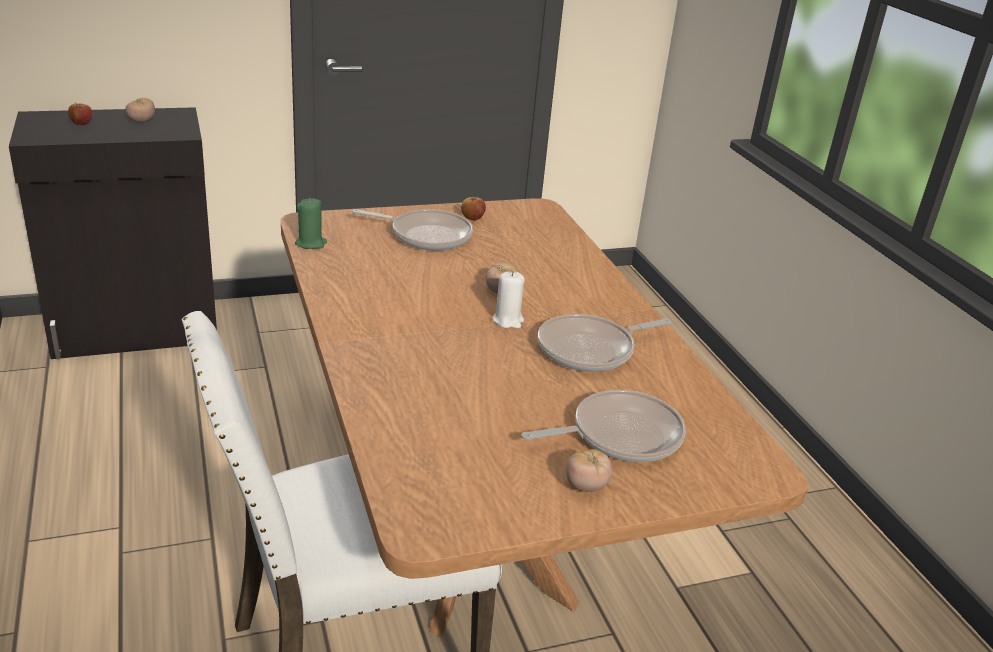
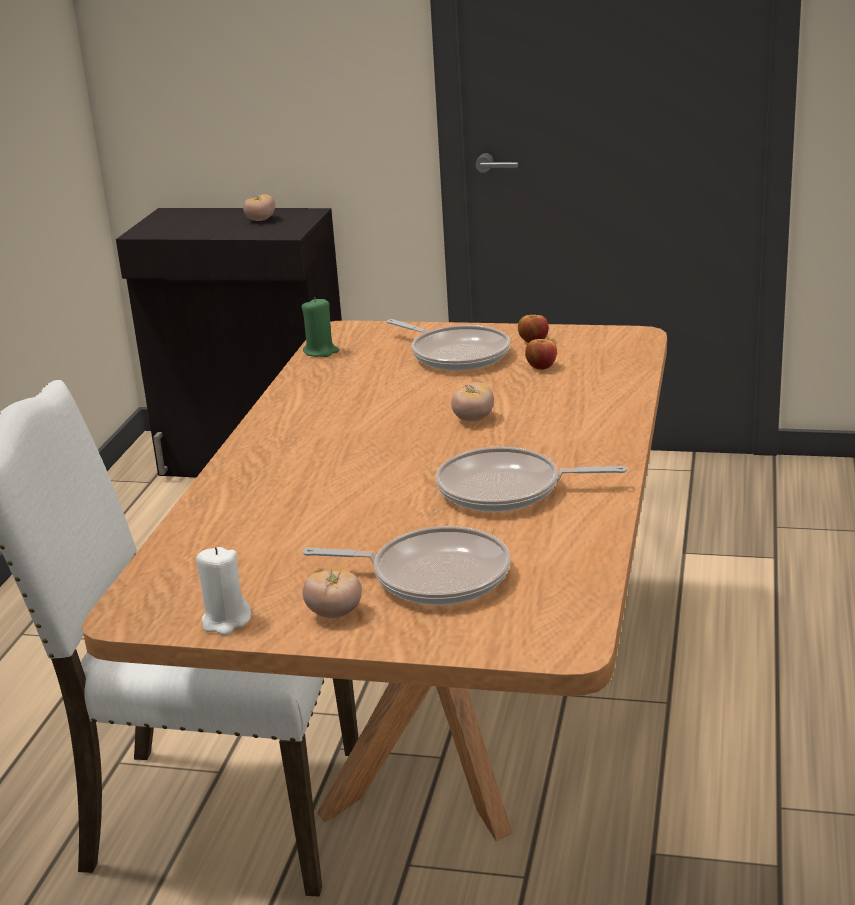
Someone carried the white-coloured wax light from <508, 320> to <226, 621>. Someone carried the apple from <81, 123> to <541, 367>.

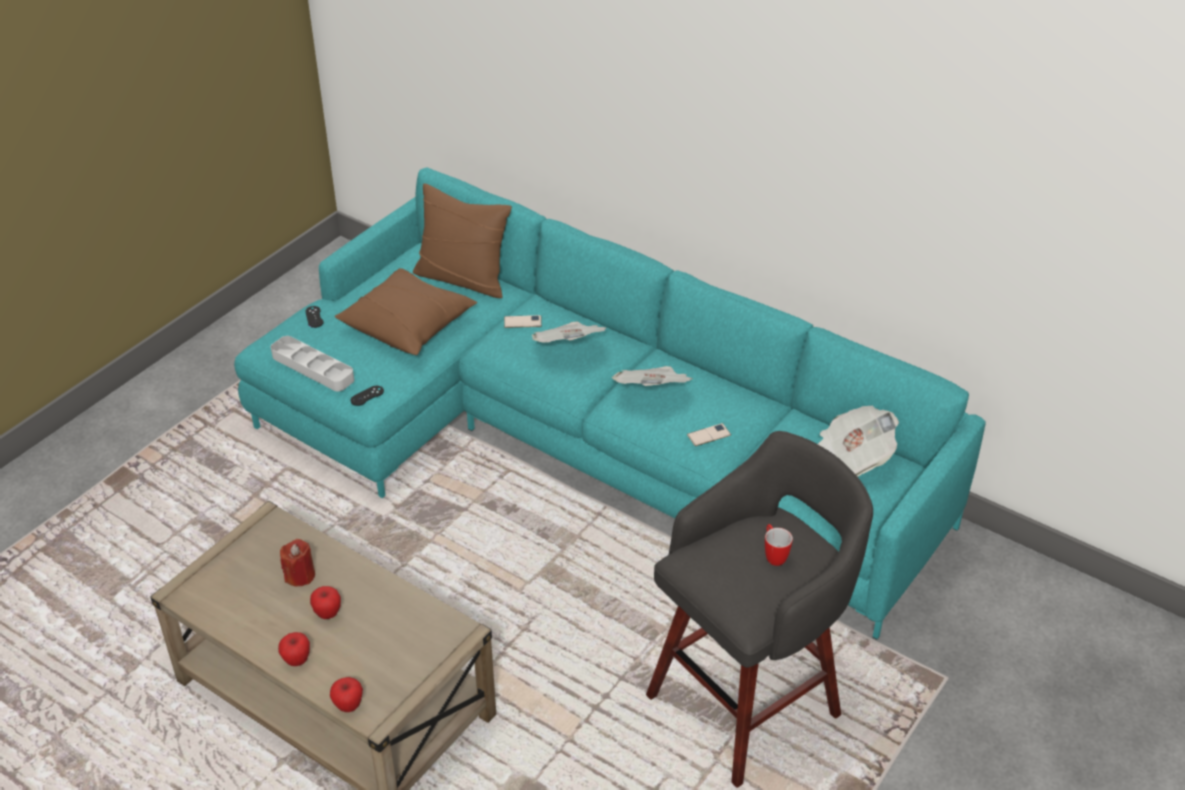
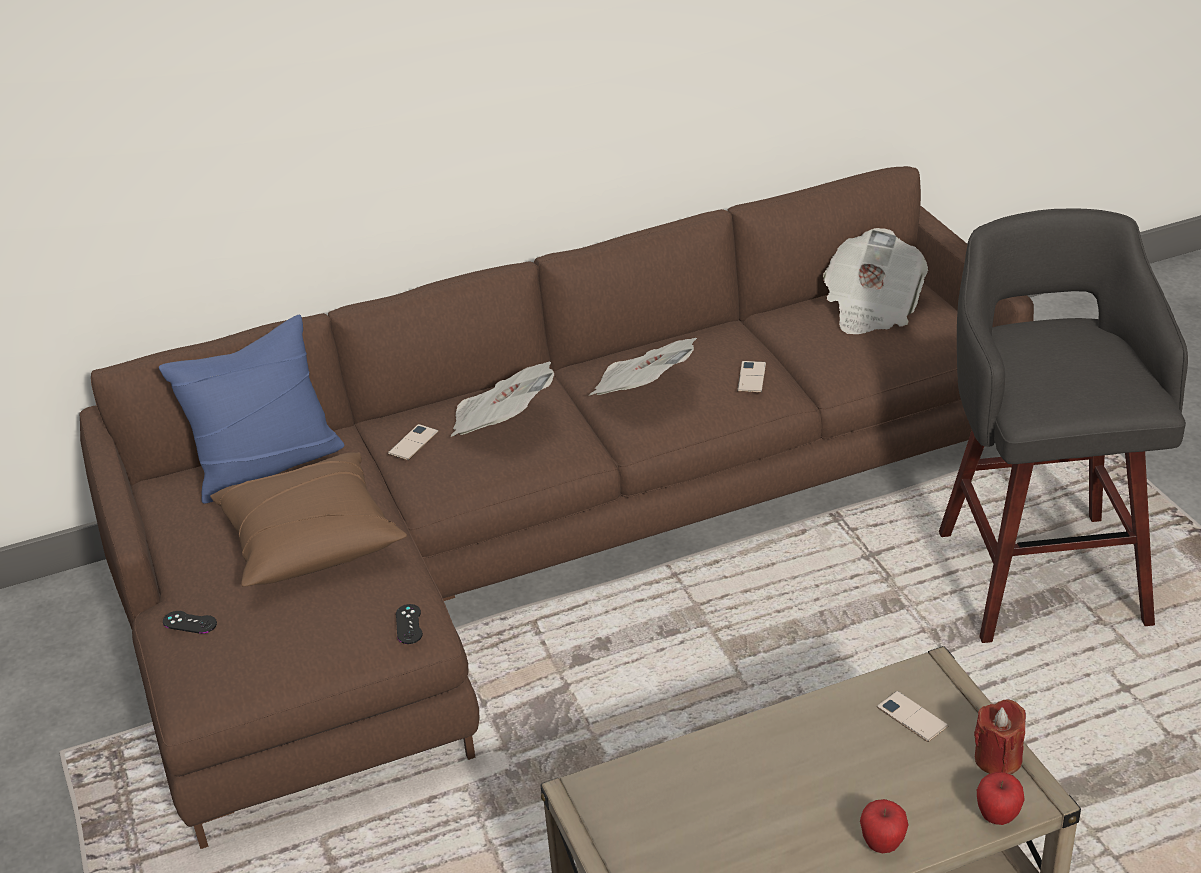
Someone repainted the turquoise-coloured couch at <582, 442>, which became the brown-coloured couch at <542, 544>. Someone repainted the brown-coloured pillow at <463, 279>, which became the blue pillow at <267, 465>. Someone put down the phone at <912, 717>. Someone carried the red-coloured wax light from <300, 575> to <998, 758>. Someone took away the greyish carrying tray at <313, 368>. Someone took away the apple at <327, 613>. Someone took away the tea mug at <773, 555>.

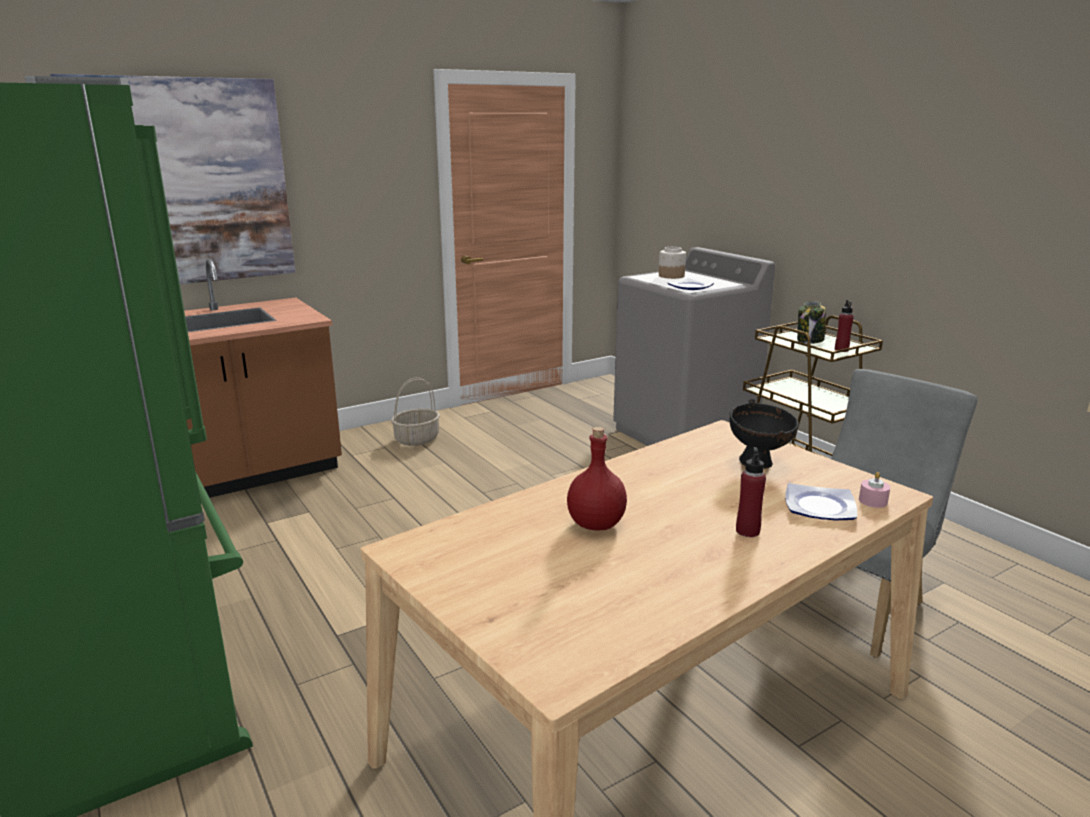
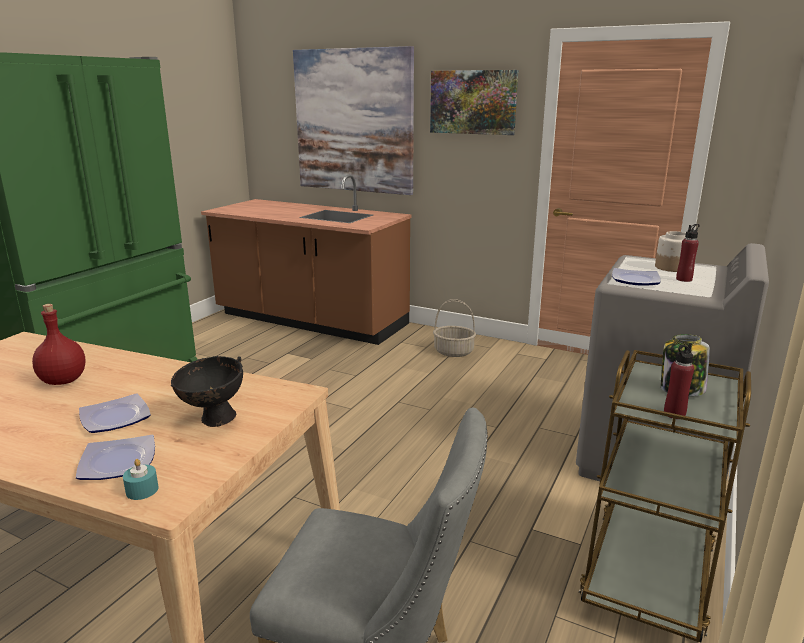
Someone put down the plate at <116, 417>. Someone repainted the pink wax light at <873, 501>, which became the turquoise-coloured wax light at <142, 490>. Someone put up the picture at <473, 102>. Someone carried the red-coloured bottle from <747, 531> to <684, 279>.

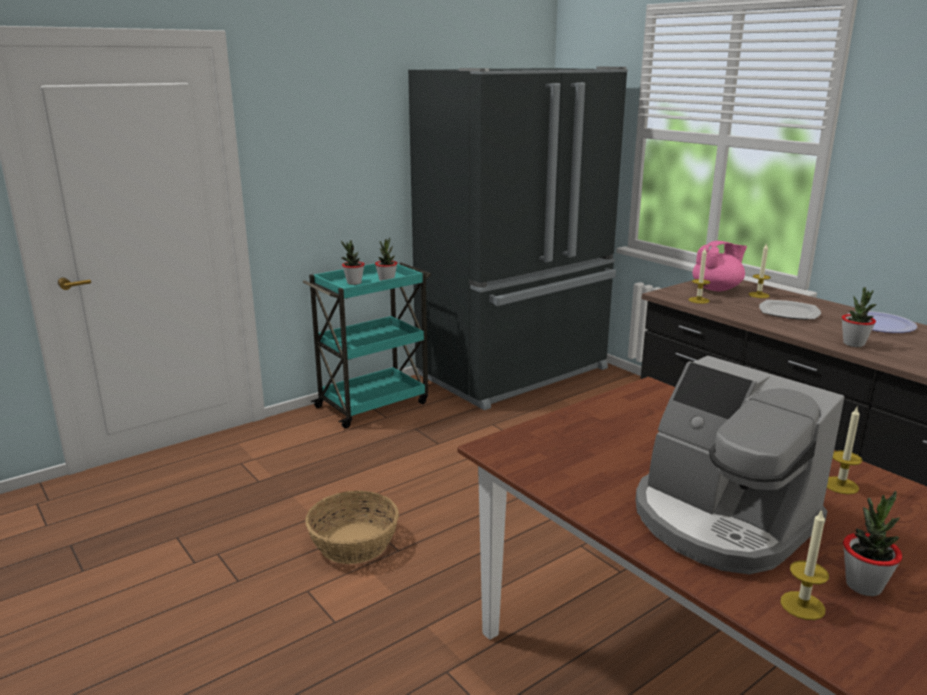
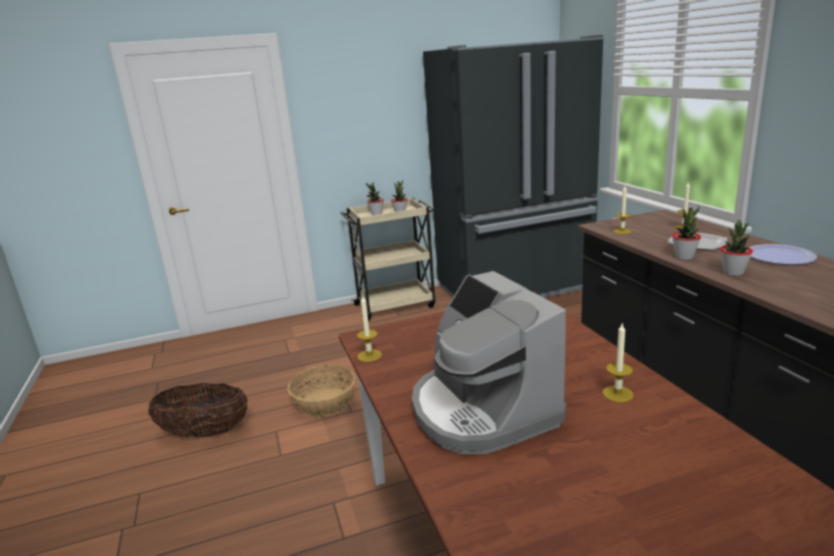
Someone put down the basket at <205, 433>. Someone repainted the turquoise-coloured wheeled cart at <374, 404>, which became the beige wheeled cart at <396, 305>. Someone carried the wax light from <802, 605> to <369, 355>. Someone carried the potted plant from <863, 585> to <684, 257>. Someone took away the pink teapot at <717, 289>.

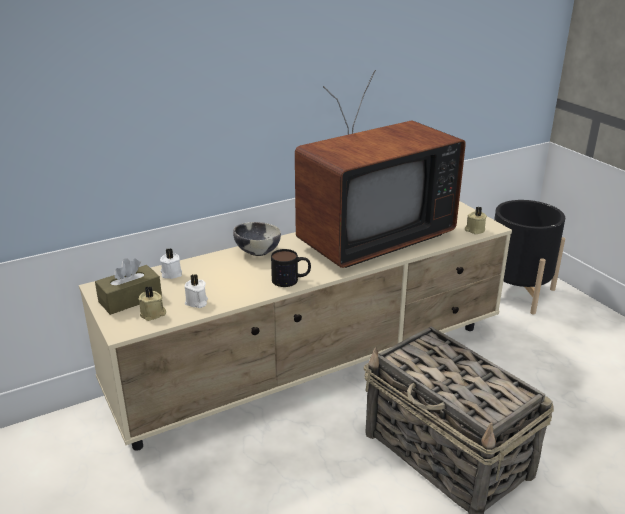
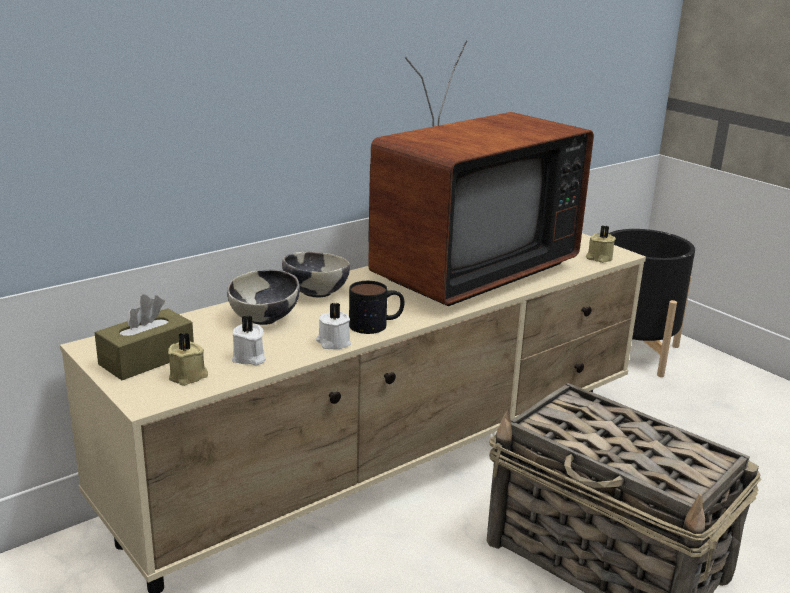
Someone put down the bowl at <265, 319>. Someone carried the white-coloured wax light from <171, 273> to <333, 343>.

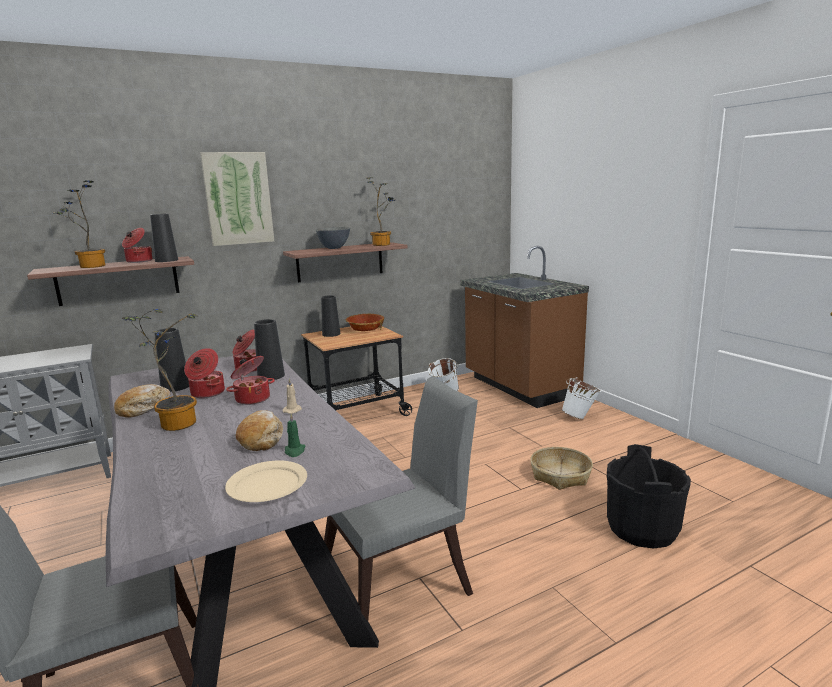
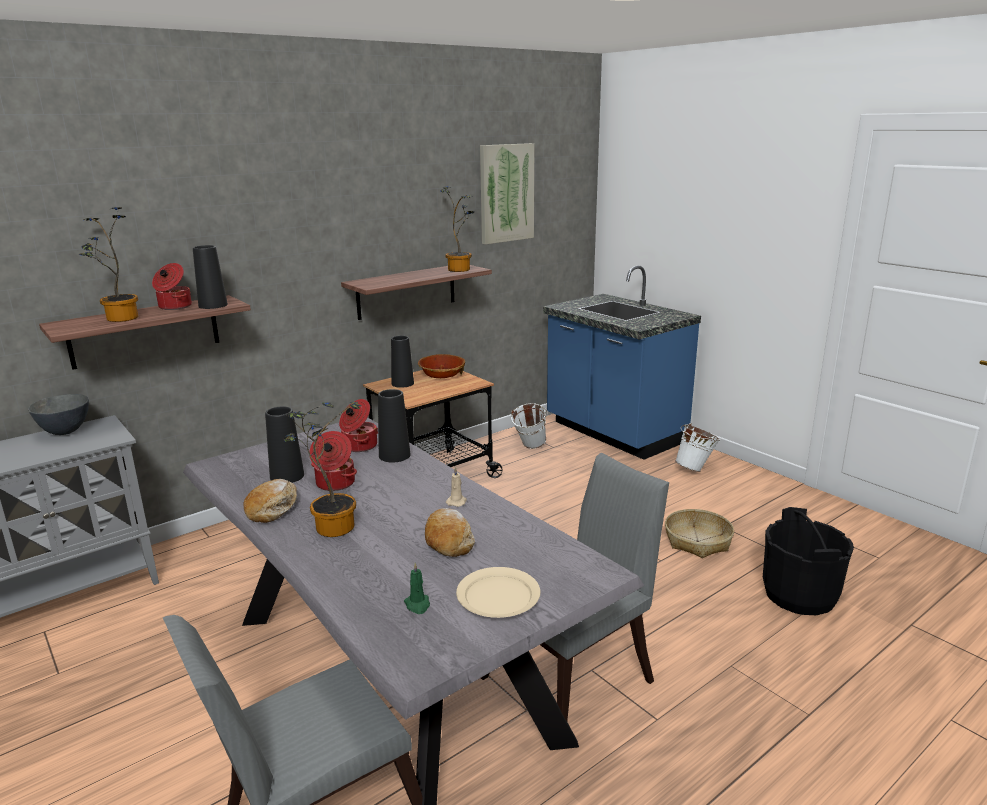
Someone carried the greyish bowl from <334, 248> to <65, 432>. Someone carried the green-coloured wax light from <294, 451> to <417, 605>. Someone carried the picture from <238, 198> to <506, 193>. Someone repainted the brown-coloured kitchen counter at <519, 387>, which became the blue kitchen counter at <613, 433>. Someone took away the saucepot at <252, 398>.

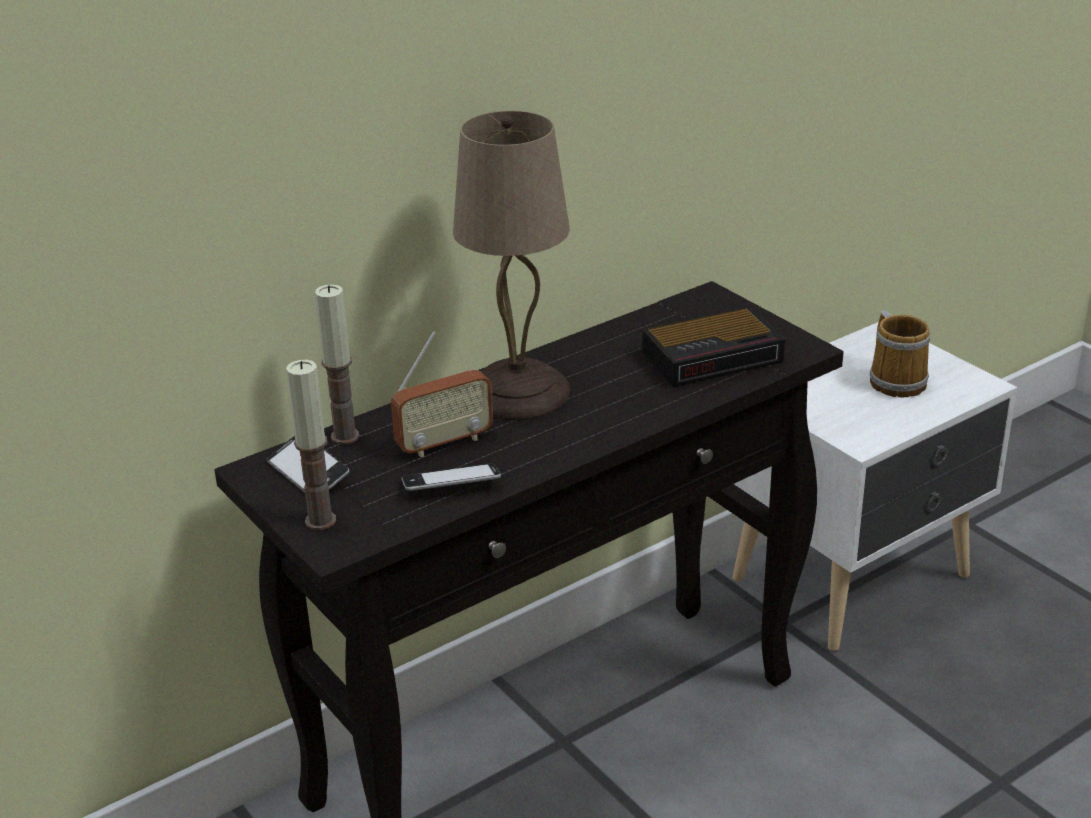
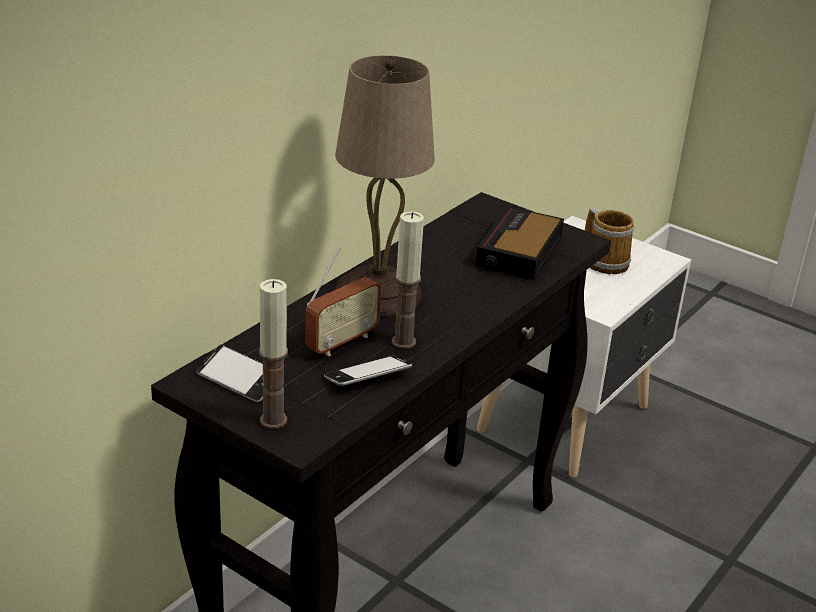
Someone carried the wax light from <345, 436> to <403, 342>. Someone rotated the table clock at <715, 356> by 150 degrees clockwise.

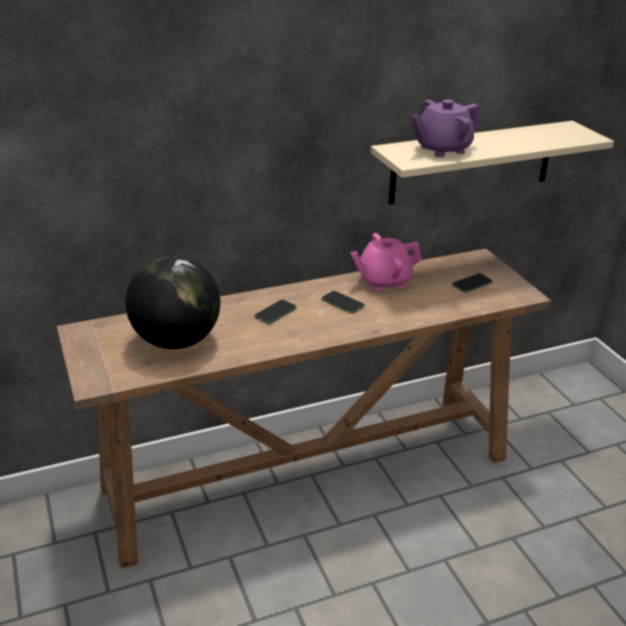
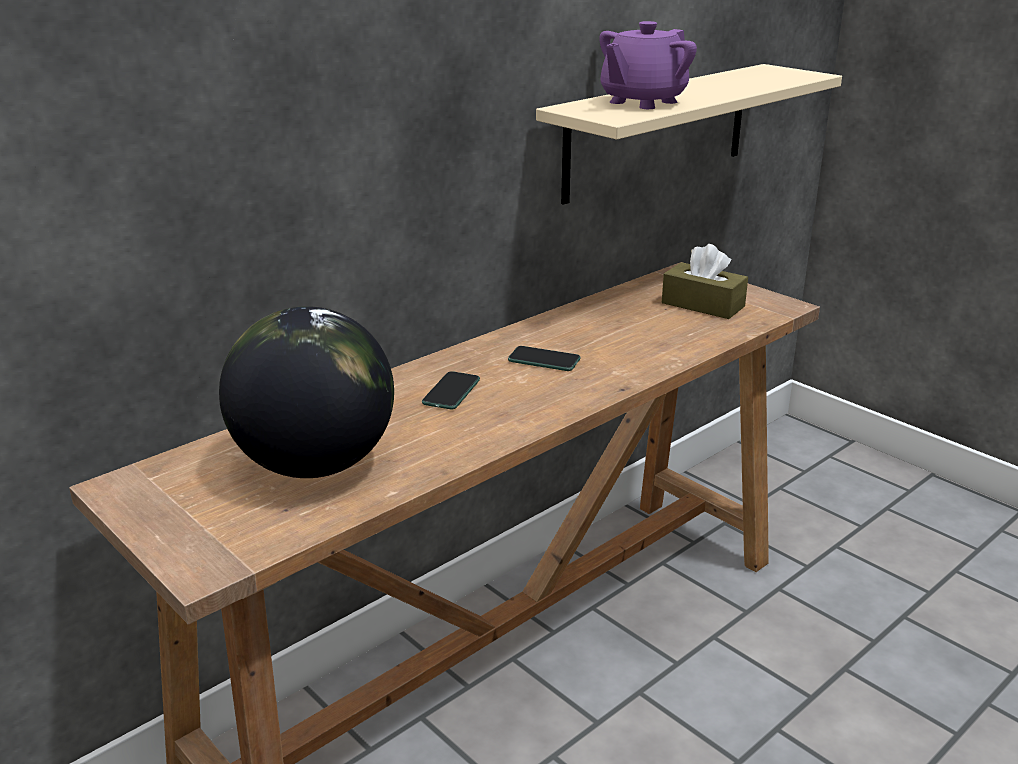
Someone swapped the phone at <472, 284> for the brown-coloured tissue holder at <703, 305>. Someone took away the pink teapot at <383, 281>.

